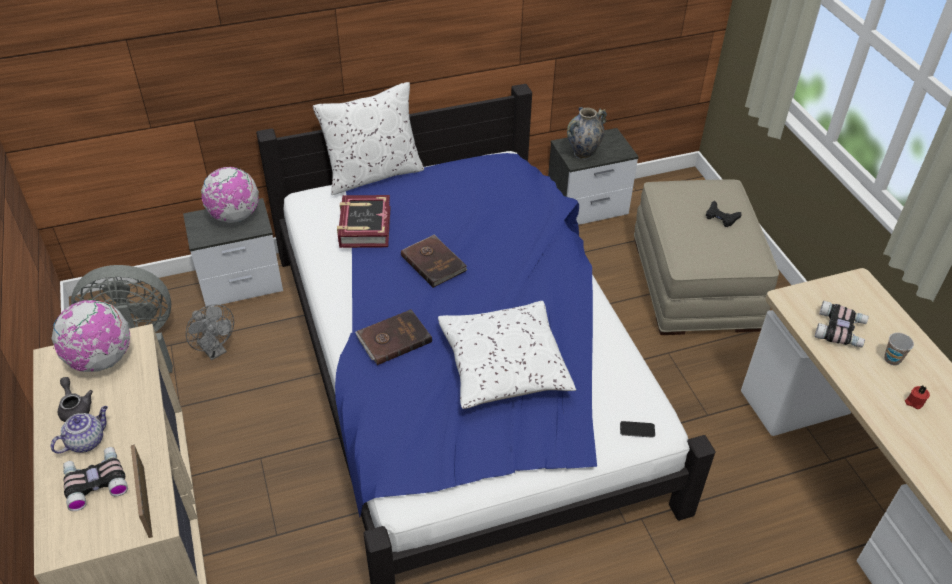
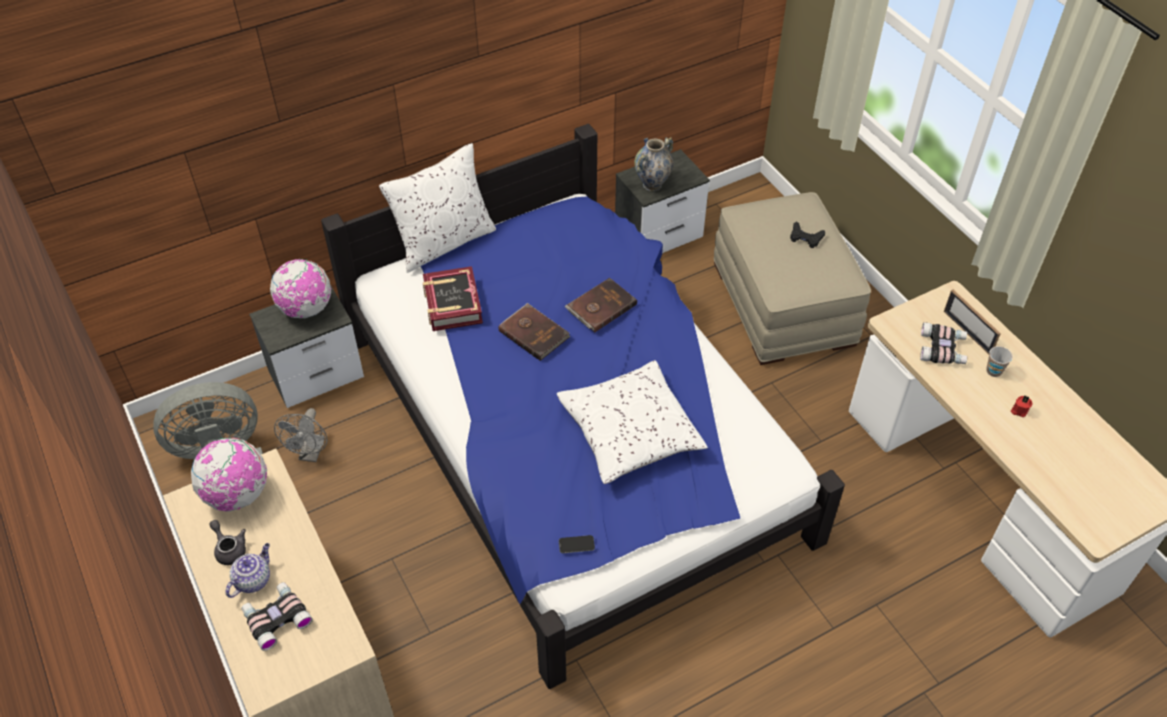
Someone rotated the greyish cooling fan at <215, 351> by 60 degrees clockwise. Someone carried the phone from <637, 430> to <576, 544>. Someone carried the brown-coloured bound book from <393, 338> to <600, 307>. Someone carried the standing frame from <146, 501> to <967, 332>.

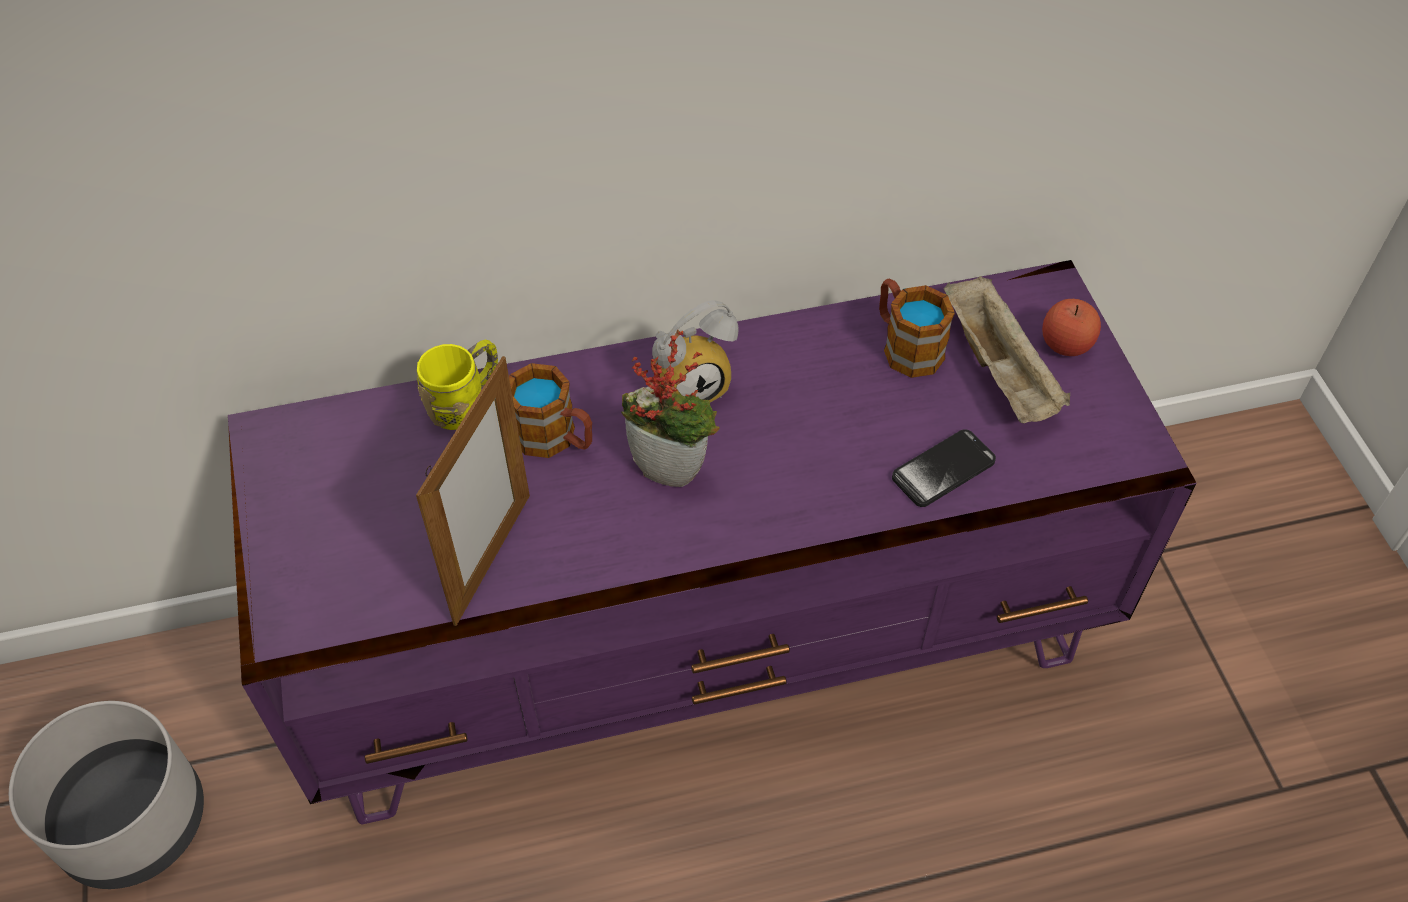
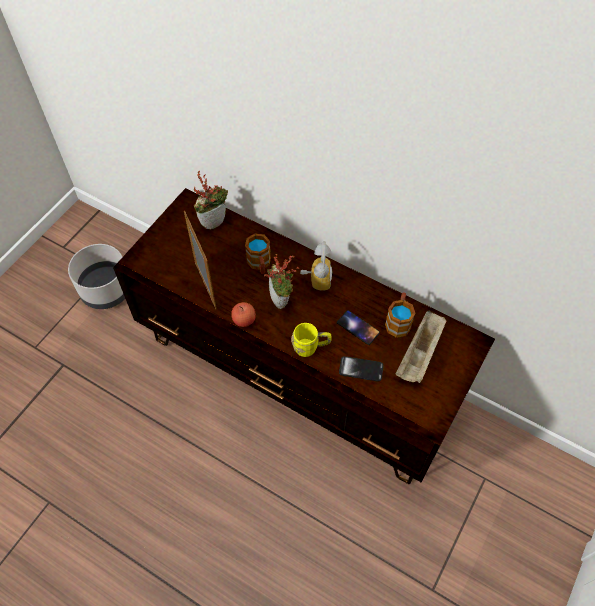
Someone repainted the purple-coloured tv stand at <706, 647>, which became the brown-coloured tv stand at <298, 374>. Someone rotated the standing frame at <492, 558> by 90 degrees counterclockwise. Someone put down the potted plant at <213, 221>. Someone carried the apple from <1066, 344> to <244, 320>. Someone carried the yellow-coloured tea mug from <465, 403> to <311, 347>. Someone rotated the table clock at <690, 386> by 105 degrees counterclockwise. Someone put down the phone at <358, 327>.

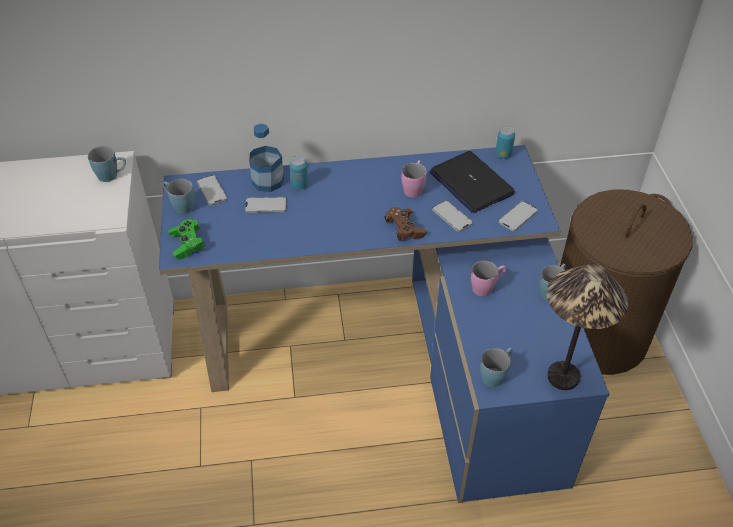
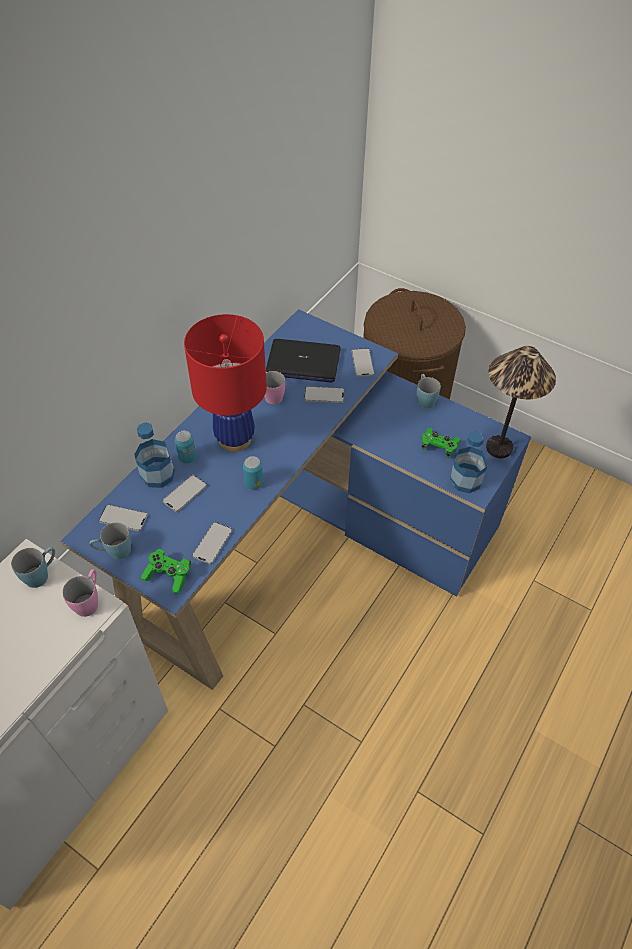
Someone carried the pink tea mug from <486, 287> to <89, 601>. Someone put down the red-coloured table lamp at <235, 438>. Someone put down the phone at <212, 543>. Someone carried the sealed can from <503, 155> to <254, 483>. Someone put down the green-coloured joypad at <438, 447>. Someone swapped the blue tea mug at <496, 374> for the bottle at <465, 480>. Someone took away the brown-coloured joypad at <404, 229>.

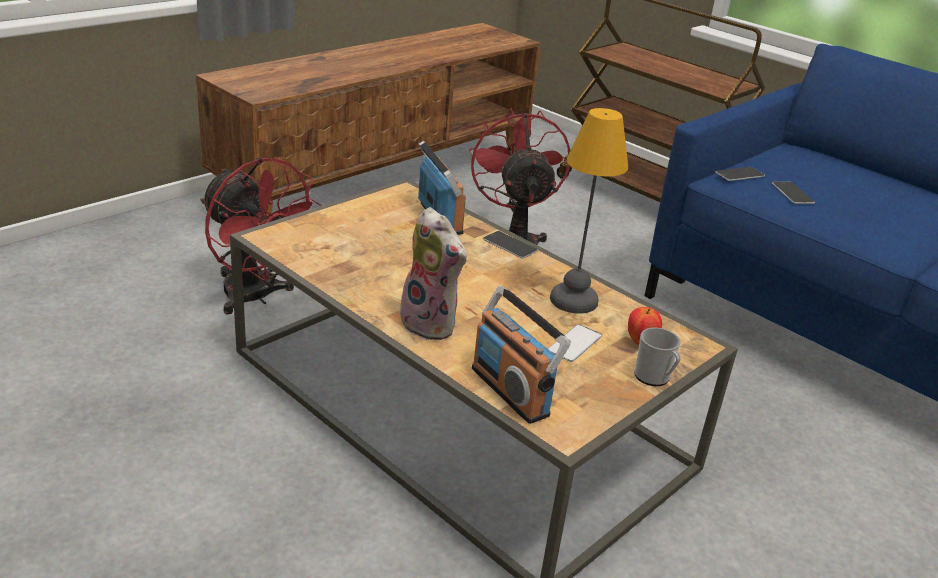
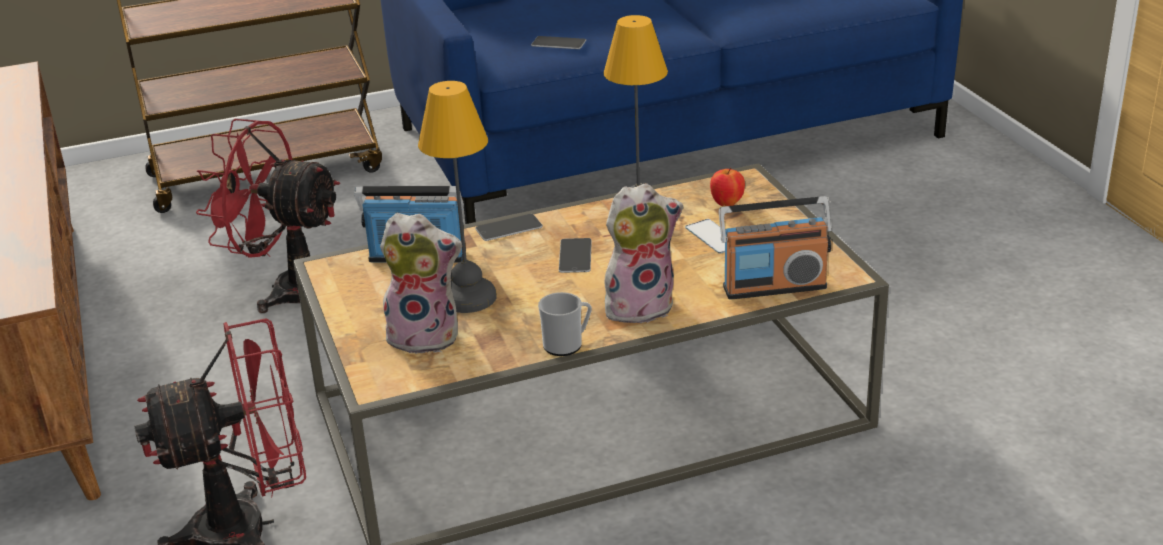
Someone put down the soft toy at <426, 336>. Someone put down the table lamp at <469, 296>. Someone carried the tea mug from <654, 378> to <567, 345>. Someone carried the phone from <739, 174> to <575, 256>.

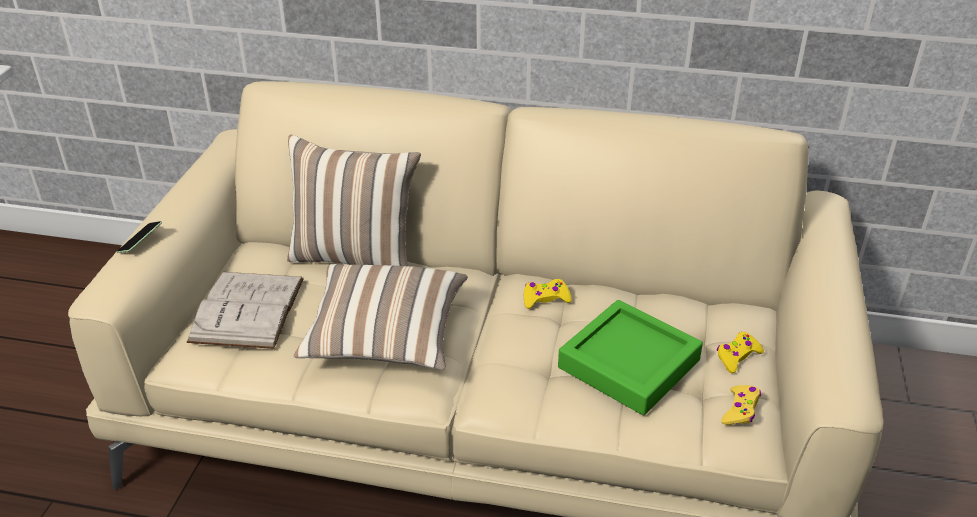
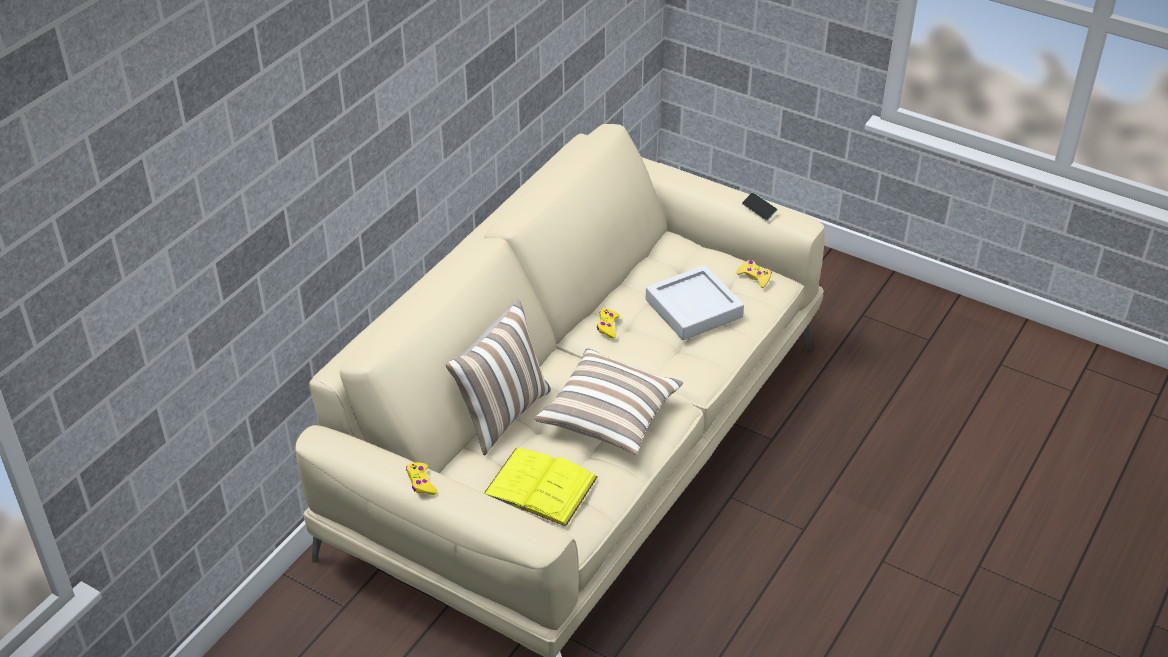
Someone carried the yellow-coloured joypad from <737, 356> to <421, 482>. Someone repainted the white-coloured bound book at <247, 309>, which became the yellow-coloured bound book at <540, 486>. Someone repainted the green-coloured carrying tray at <629, 364>, which became the greyish carrying tray at <693, 308>. Someone carried the phone from <141, 243> to <759, 210>.

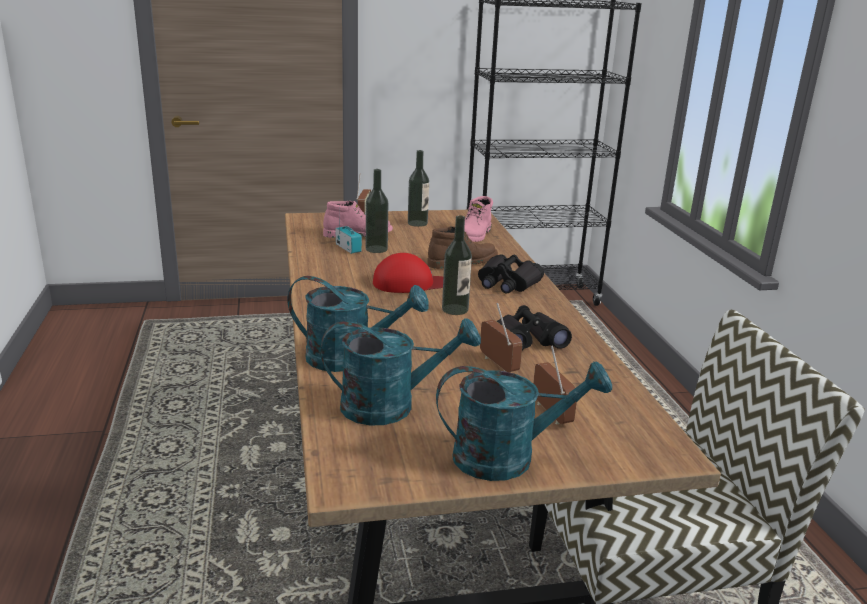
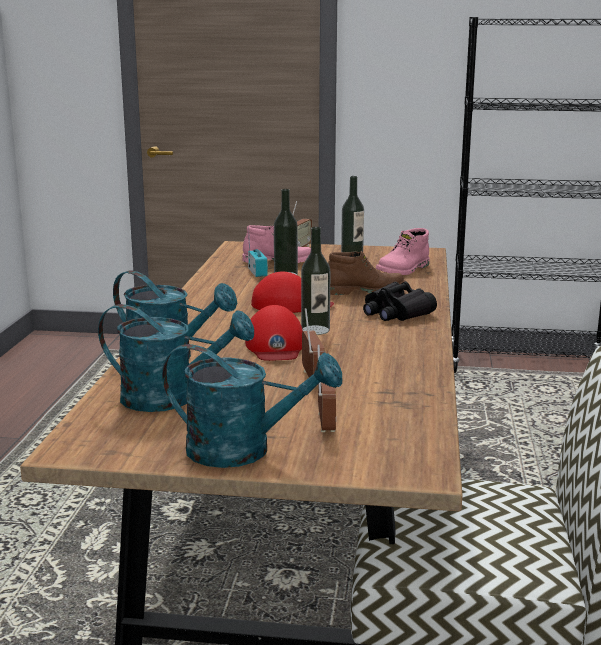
Someone put down the red-coloured baseball cap at <275, 346>. Someone took away the black field glasses at <528, 340>.

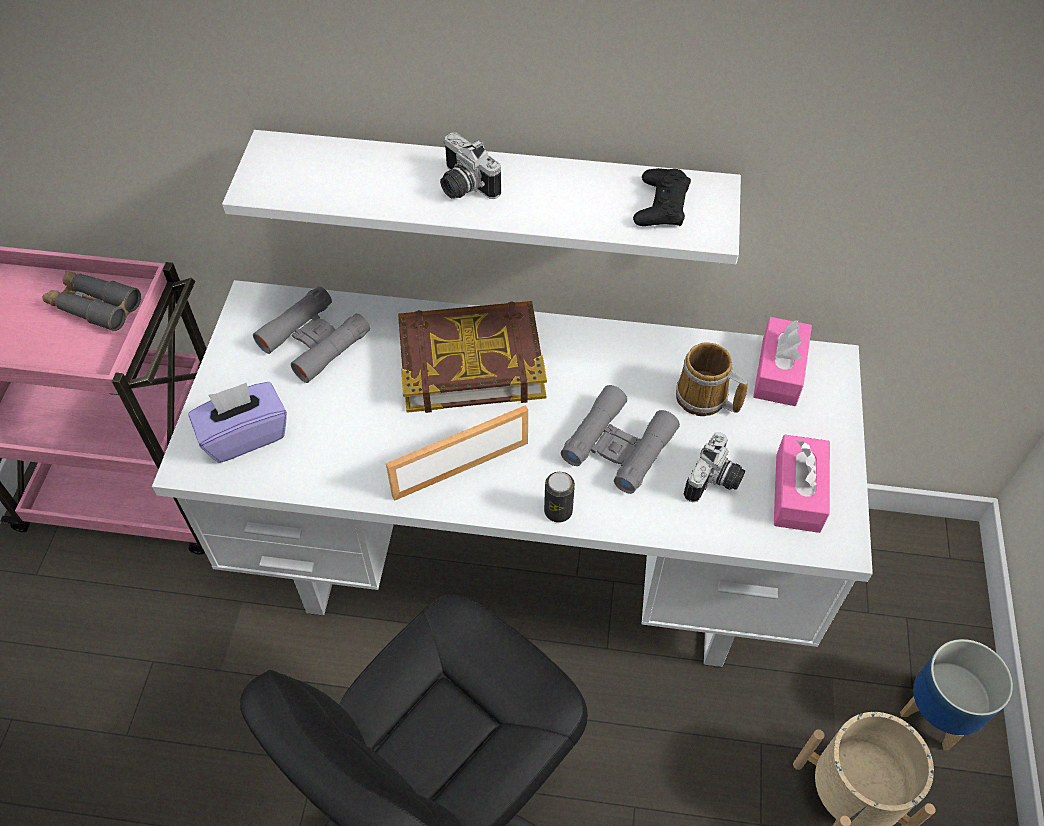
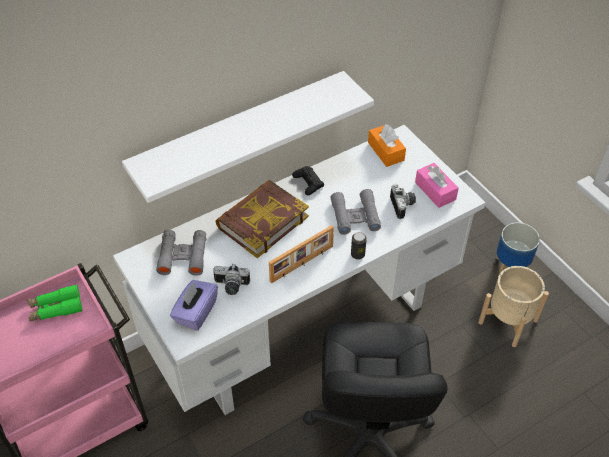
Someone repainted the greyish field glasses at <94, 306>, which became the green-coloured field glasses at <55, 308>. Someone carried the photo camera from <463, 186> to <231, 286>. Someone rotated the standing frame at <460, 467> by 150 degrees counterclockwise. Someone carried the black joypad from <661, 205> to <308, 183>. Someone repainted the pink tissue holder at <779, 371>, which became the orangey tissue holder at <386, 151>. Someone took away the tea mug at <703, 399>.

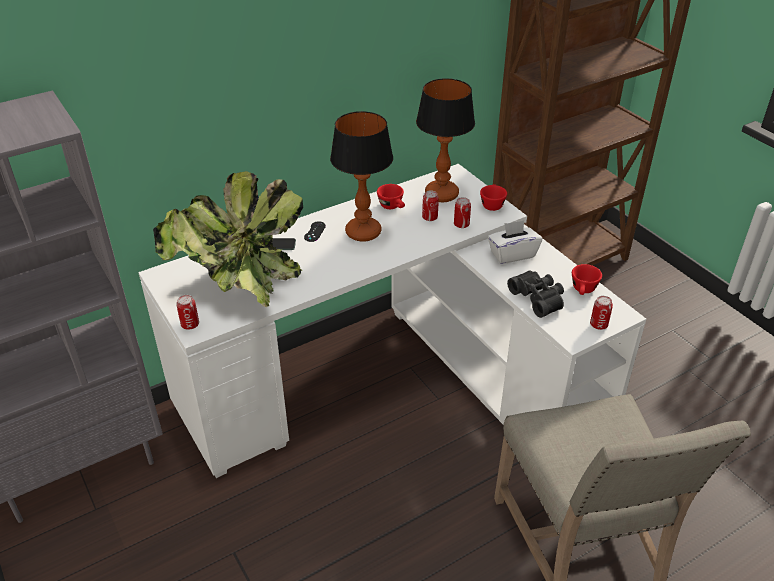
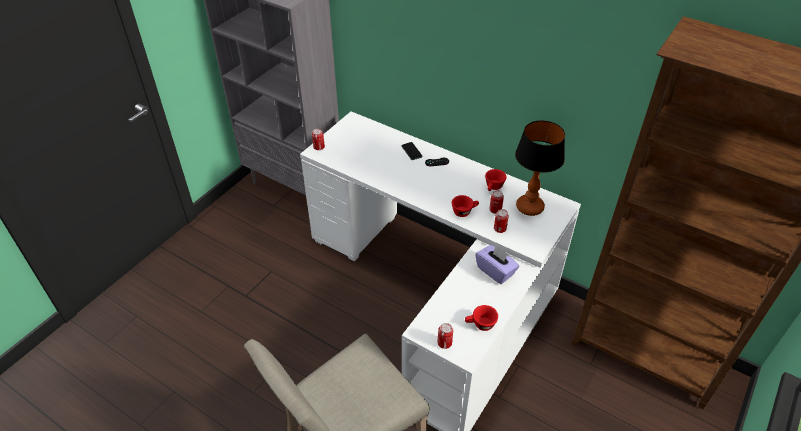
Someone carried the red-coloured cup from <492, 204> to <464, 211>. Someone repainted the white-coloured tissue holder at <512, 254>, which became the purple-coloured tissue holder at <495, 271>. Someone took away the potted plant at <240, 285>. Someone took away the table lamp at <363, 233>. Someone took away the black field glasses at <538, 298>.

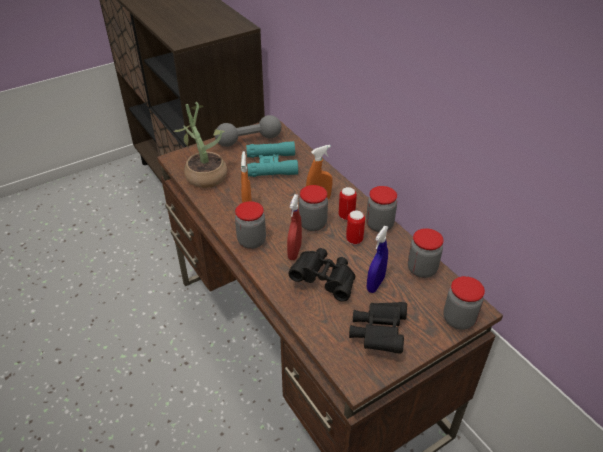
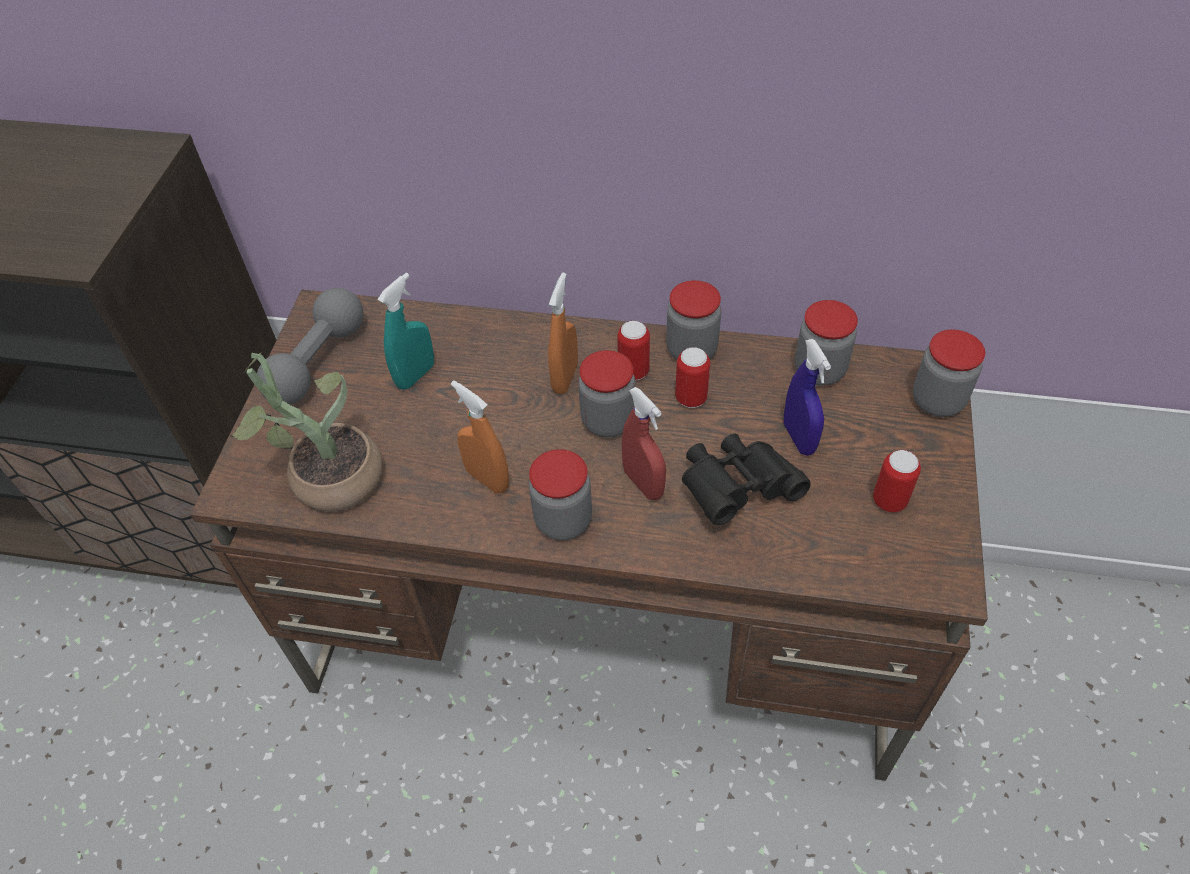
Someone swapped the turquoise-coloured field glasses at <271, 164> for the turquoise-coloured hand sprayer at <416, 375>. Someone swapped the black field glasses at <378, 333> for the sealed can at <889, 500>.

